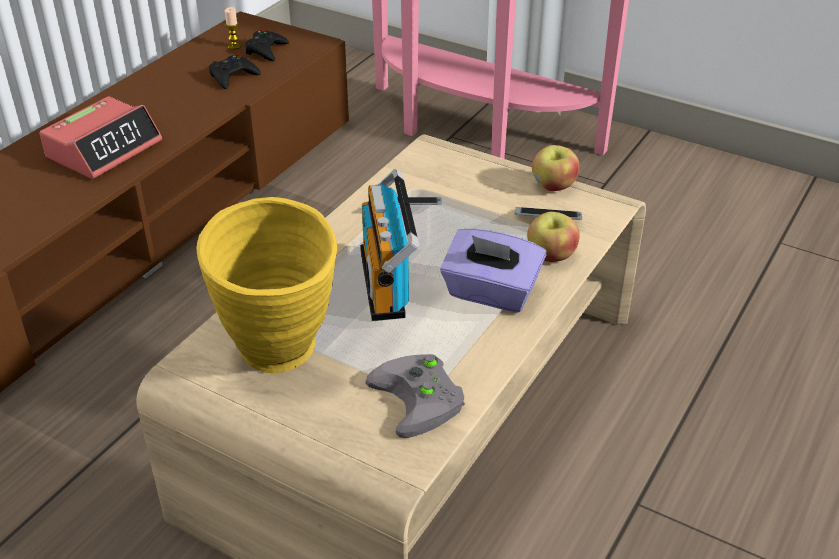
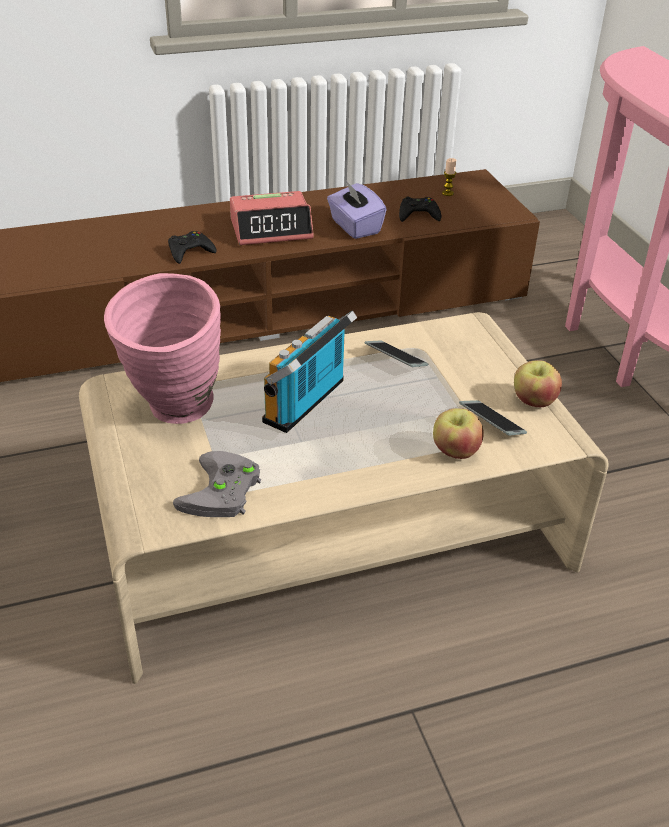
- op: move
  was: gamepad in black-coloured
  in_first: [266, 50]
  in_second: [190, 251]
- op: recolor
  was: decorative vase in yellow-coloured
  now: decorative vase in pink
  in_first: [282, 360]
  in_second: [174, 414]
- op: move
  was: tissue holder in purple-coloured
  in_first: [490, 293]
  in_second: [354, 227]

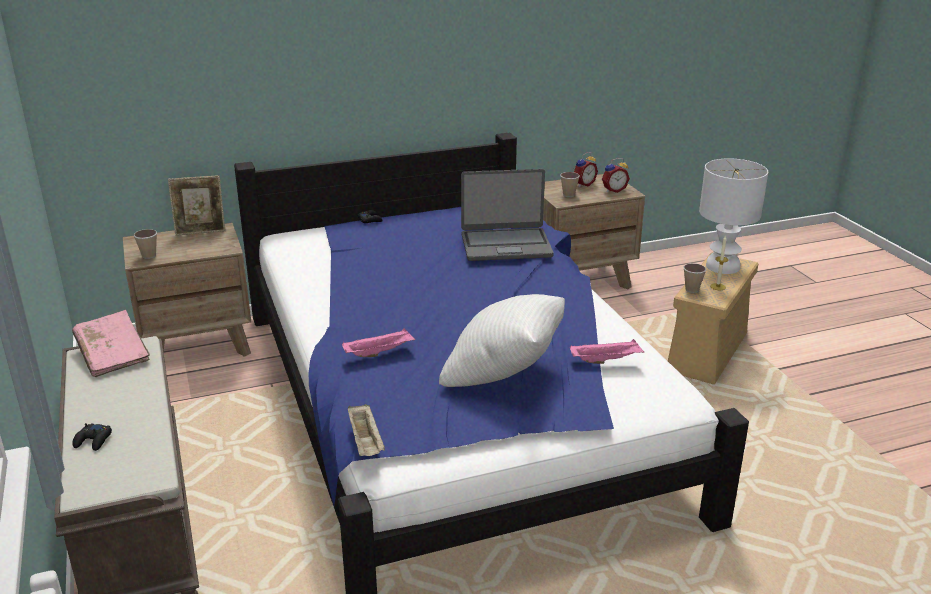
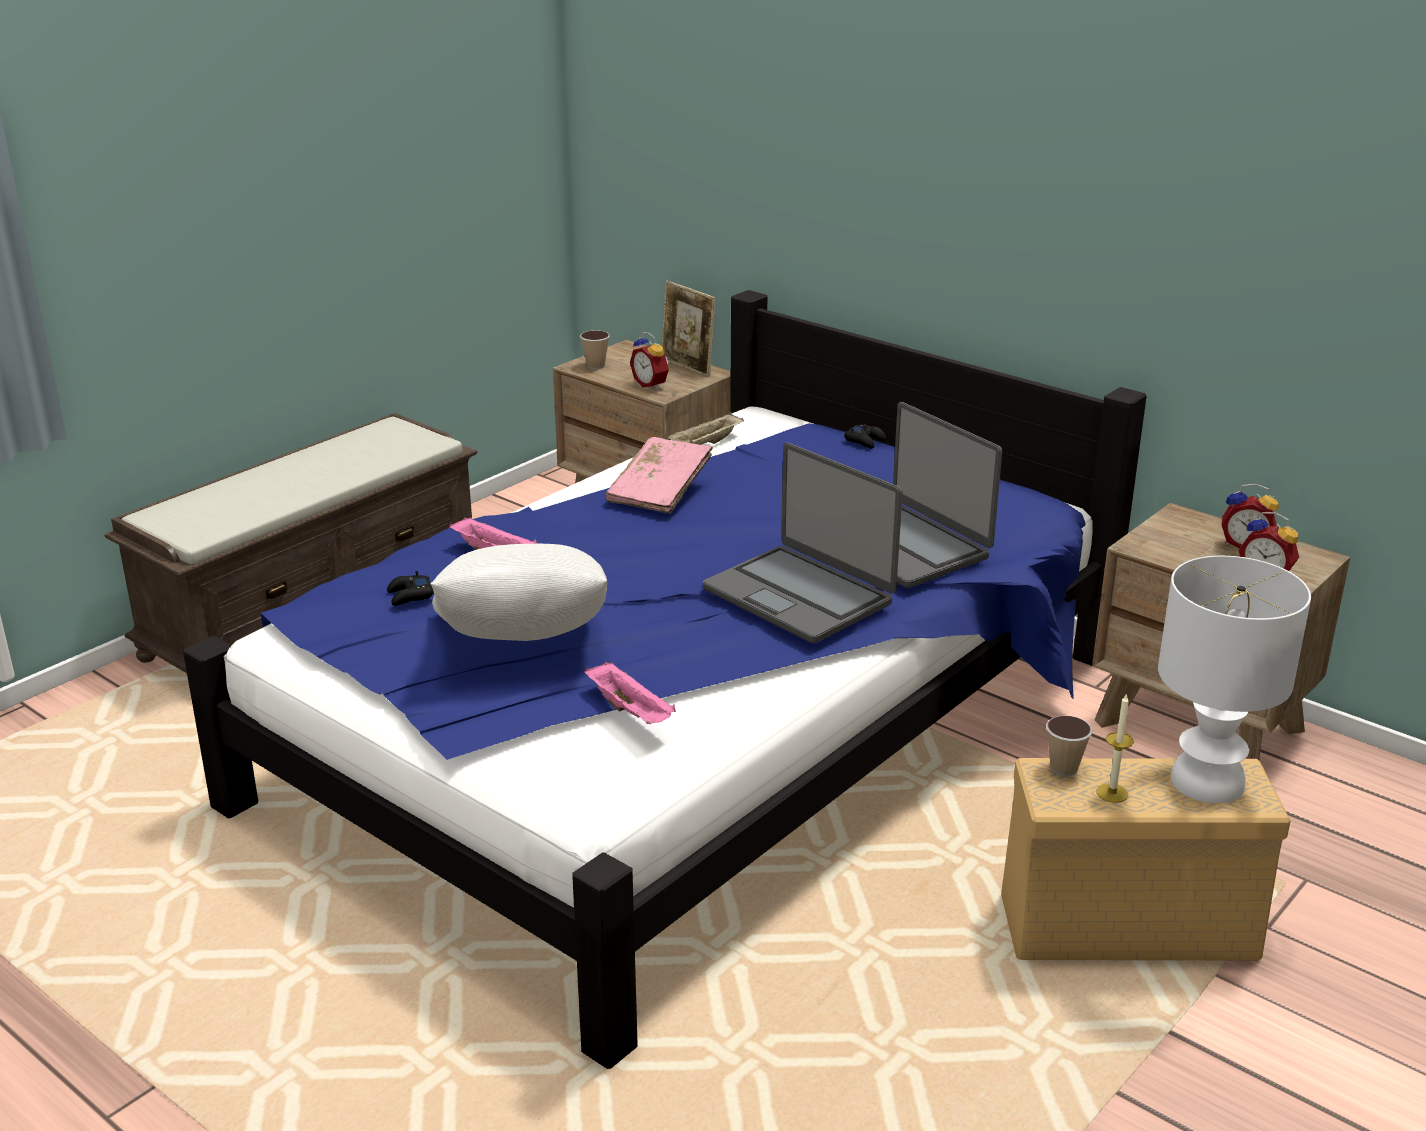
- op: delete
  was: small cup
  in_first: [568, 195]
- op: move
  was: book in pink
  in_first: [113, 355]
  in_second: [660, 491]
- op: move
  was: tray in beige-coloured
  in_first: [366, 442]
  in_second: [706, 444]
- op: move
  was: gamepad in black-coloured
  in_first: [93, 441]
  in_second: [410, 596]
- op: insert
  now: alarm clock
  in_second: [652, 384]
- op: insert
  now: notebook computer
  in_second: [799, 595]

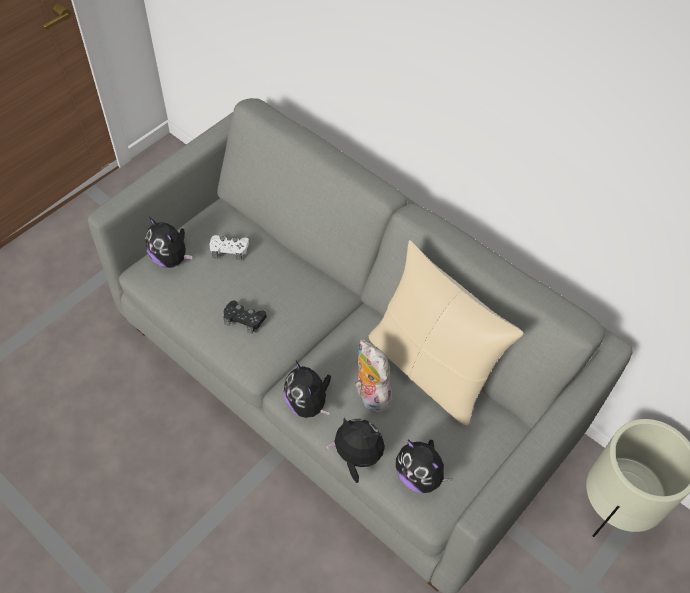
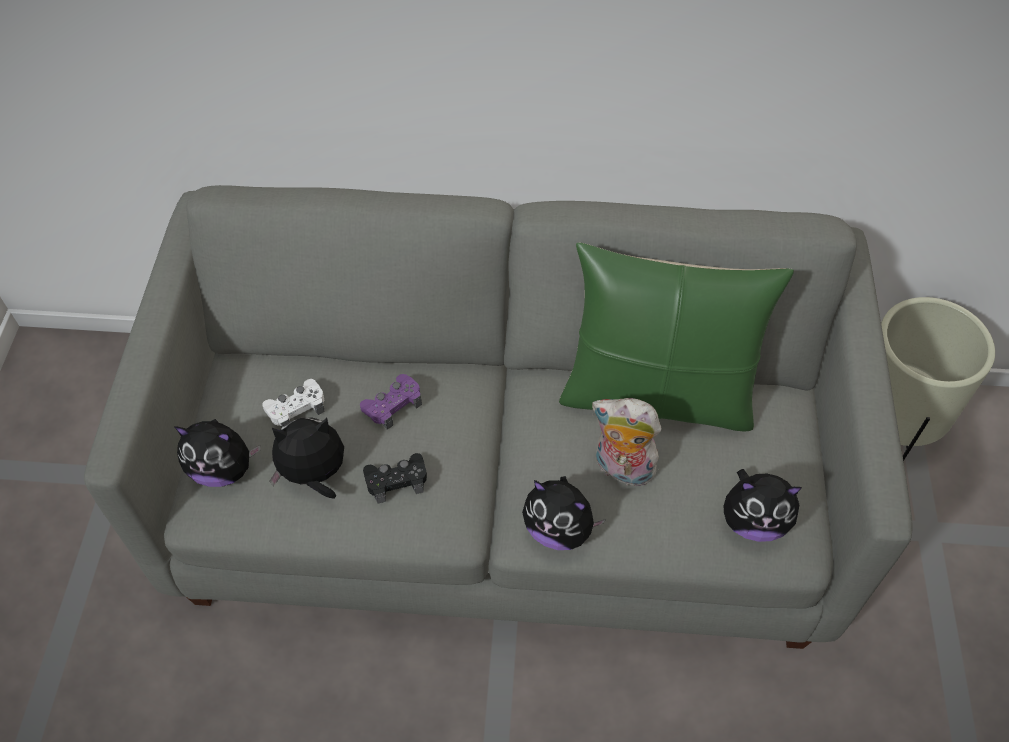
- op: recolor
  was: throw pillow in beige-coloured
  now: throw pillow in greenish
  in_first: [430, 368]
  in_second: [657, 394]
- op: move
  was: soft toy
  in_first: [356, 457]
  in_second: [314, 475]
- op: insert
  now: gamepad in purple-coloured
  in_second: [393, 405]

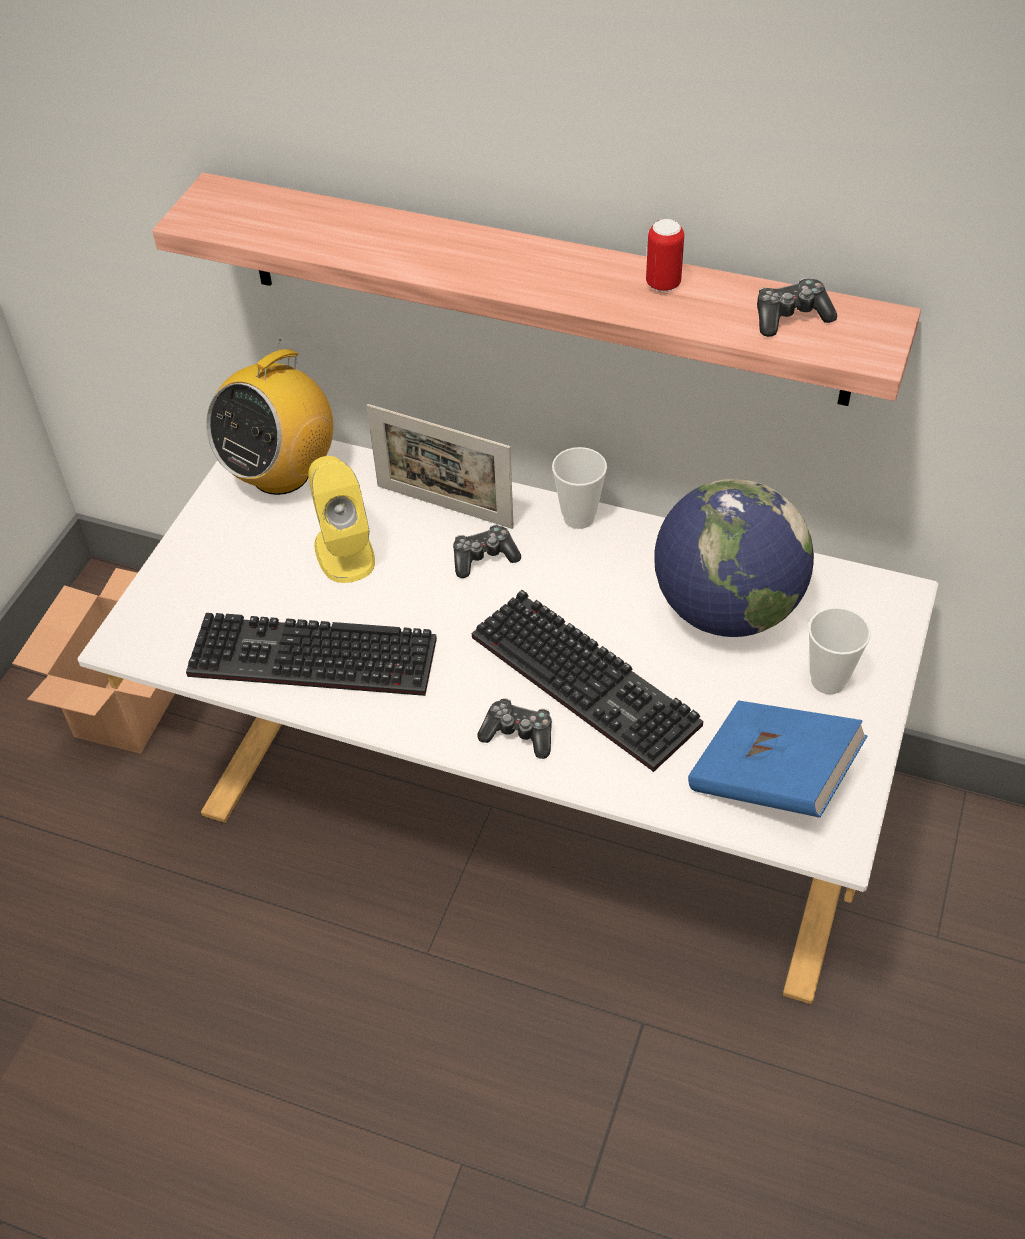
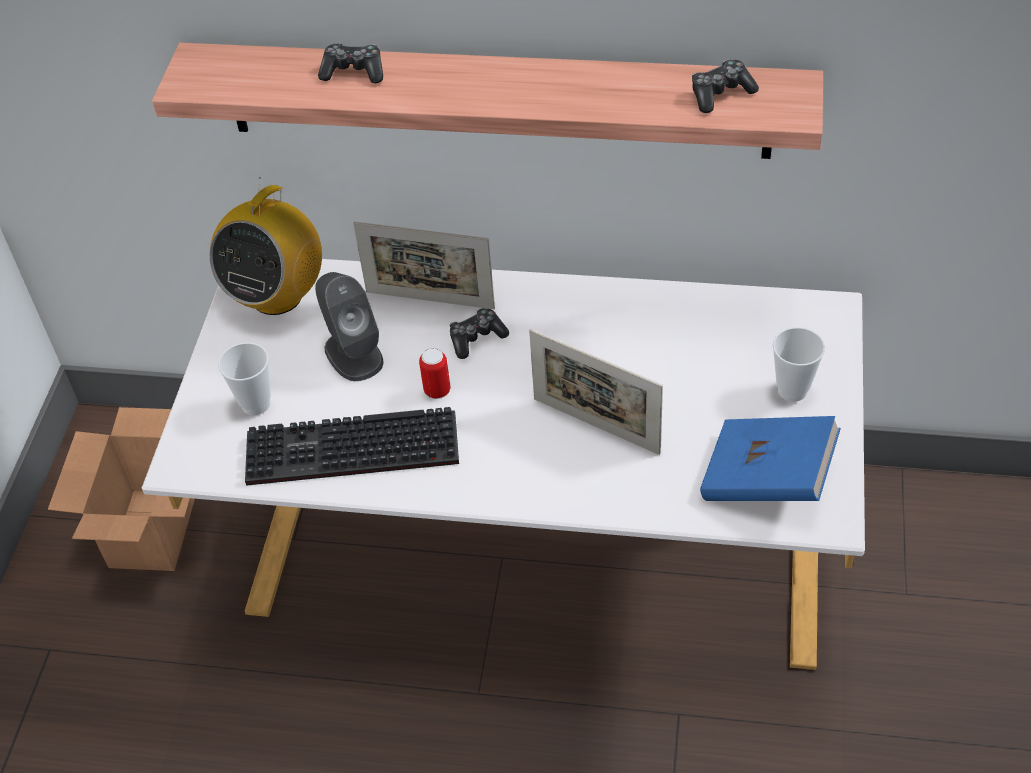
- op: move
  was: sealed can
  in_first: [663, 284]
  in_second: [437, 390]
- op: move
  was: small cup
  in_first: [579, 517]
  in_second: [256, 404]
- op: recolor
  was: audio speaker in yellow-coloured
  now: audio speaker in grey
  in_first: [344, 552]
  in_second: [353, 354]
- op: delete
  was: desk globe
  in_first: [726, 610]
- op: replace
  was: computer keyboard
  now: standing frame
  in_first: [590, 680]
  in_second: [596, 426]
- op: move
  was: gamepad
  in_first: [519, 734]
  in_second: [354, 71]

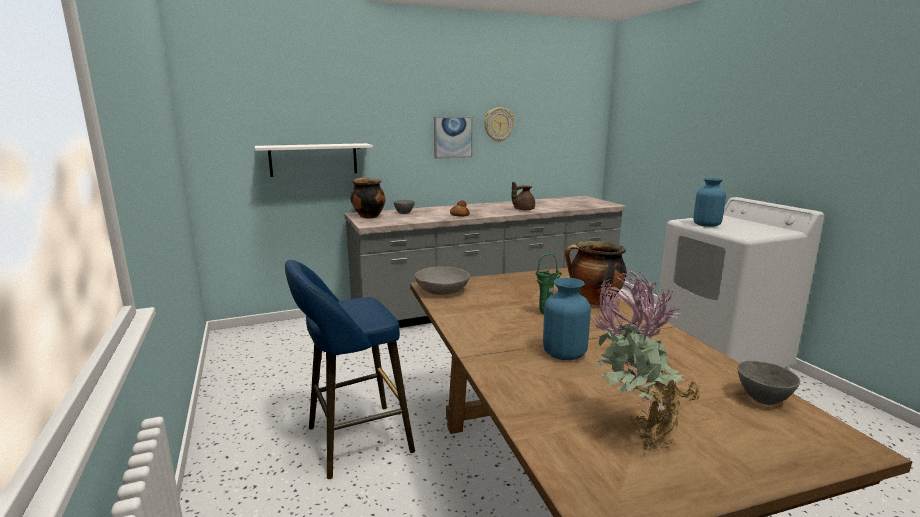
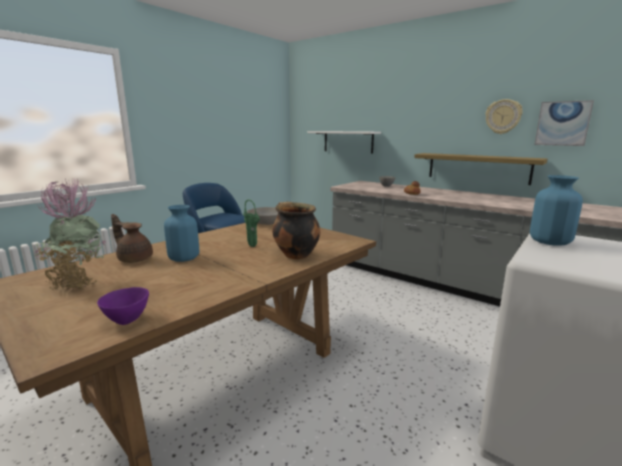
- op: move
  was: wall art
  in_first: [453, 137]
  in_second: [562, 123]
- op: delete
  was: cooking pot
  in_first: [368, 216]
- op: move
  was: teapot in brown-coloured
  in_first: [522, 209]
  in_second: [134, 259]
- op: recolor
  was: deep dish in grey
  now: deep dish in purple-coloured
  in_first: [762, 400]
  in_second: [127, 320]
- op: insert
  now: shelf
  in_second: [477, 168]

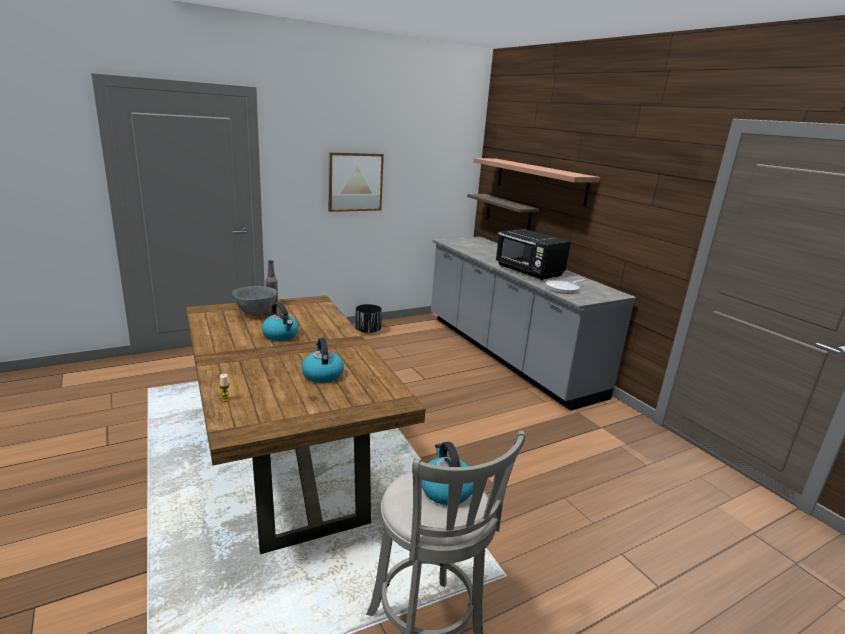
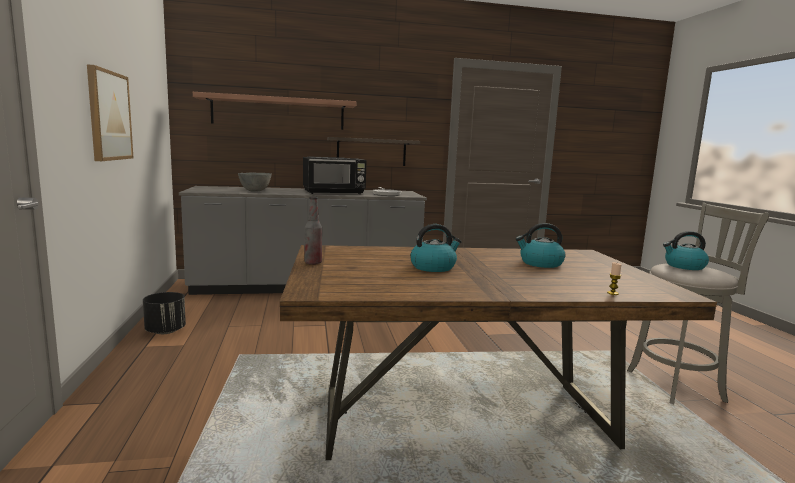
- op: move
  was: shelf
  in_first: [508, 213]
  in_second: [371, 152]
- op: move
  was: deep dish in grey
  in_first: [256, 314]
  in_second: [255, 191]

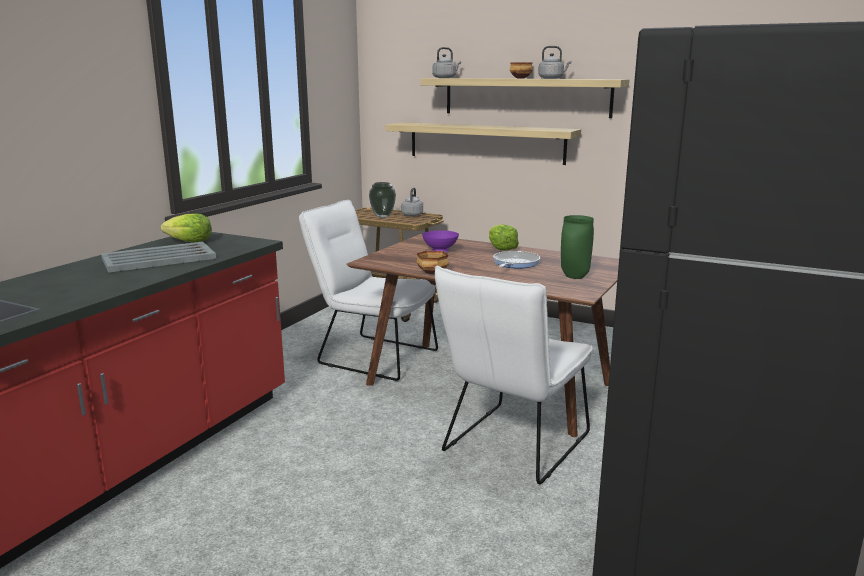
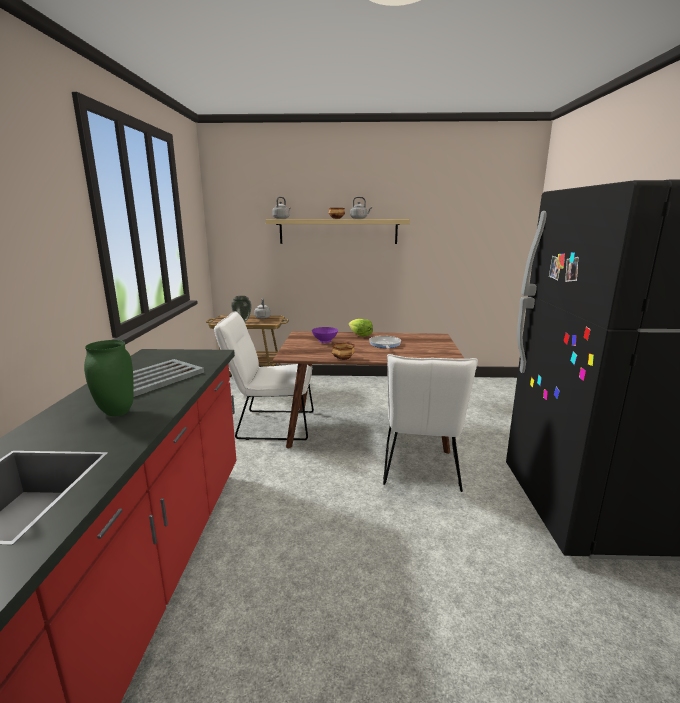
- op: delete
  was: shelf
  in_first: [485, 142]
- op: delete
  was: head of lettuce
  in_first: [190, 242]
- op: move
  was: decorative vase in greenish
  in_first: [574, 276]
  in_second: [116, 412]

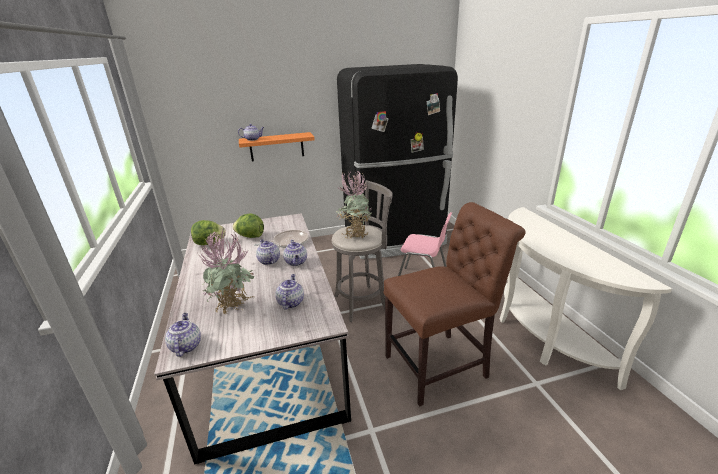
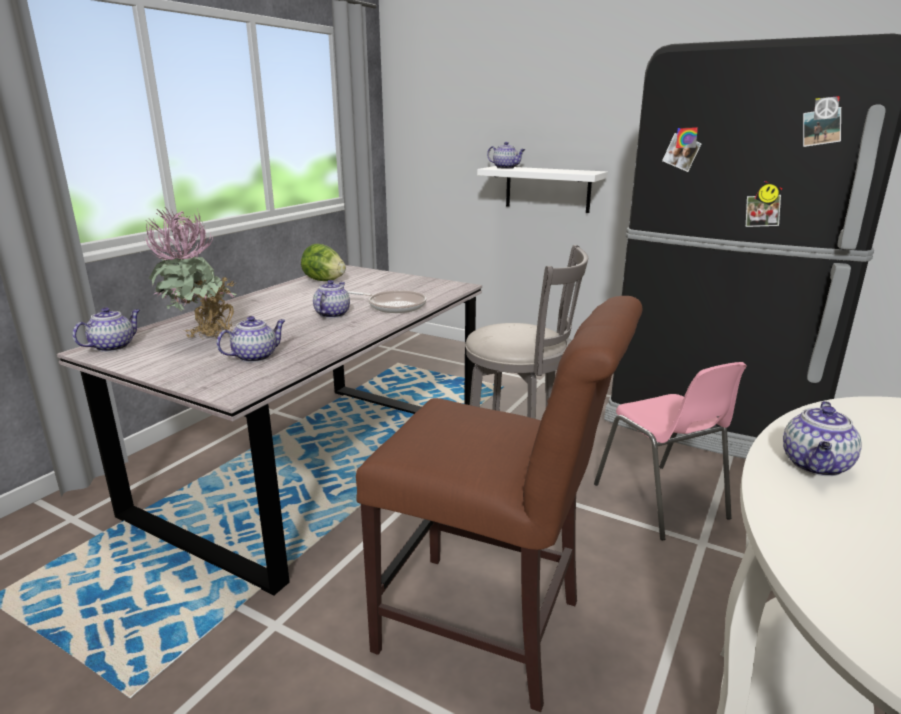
- op: recolor
  was: shelf in orangey
  now: shelf in white-coloured
  in_first: [276, 147]
  in_second: [547, 189]
- op: delete
  was: plant in a pot
  in_first: [355, 234]
- op: delete
  was: head of lettuce
  in_first: [250, 236]
- op: move
  was: teapot
  in_first: [296, 262]
  in_second: [816, 466]

